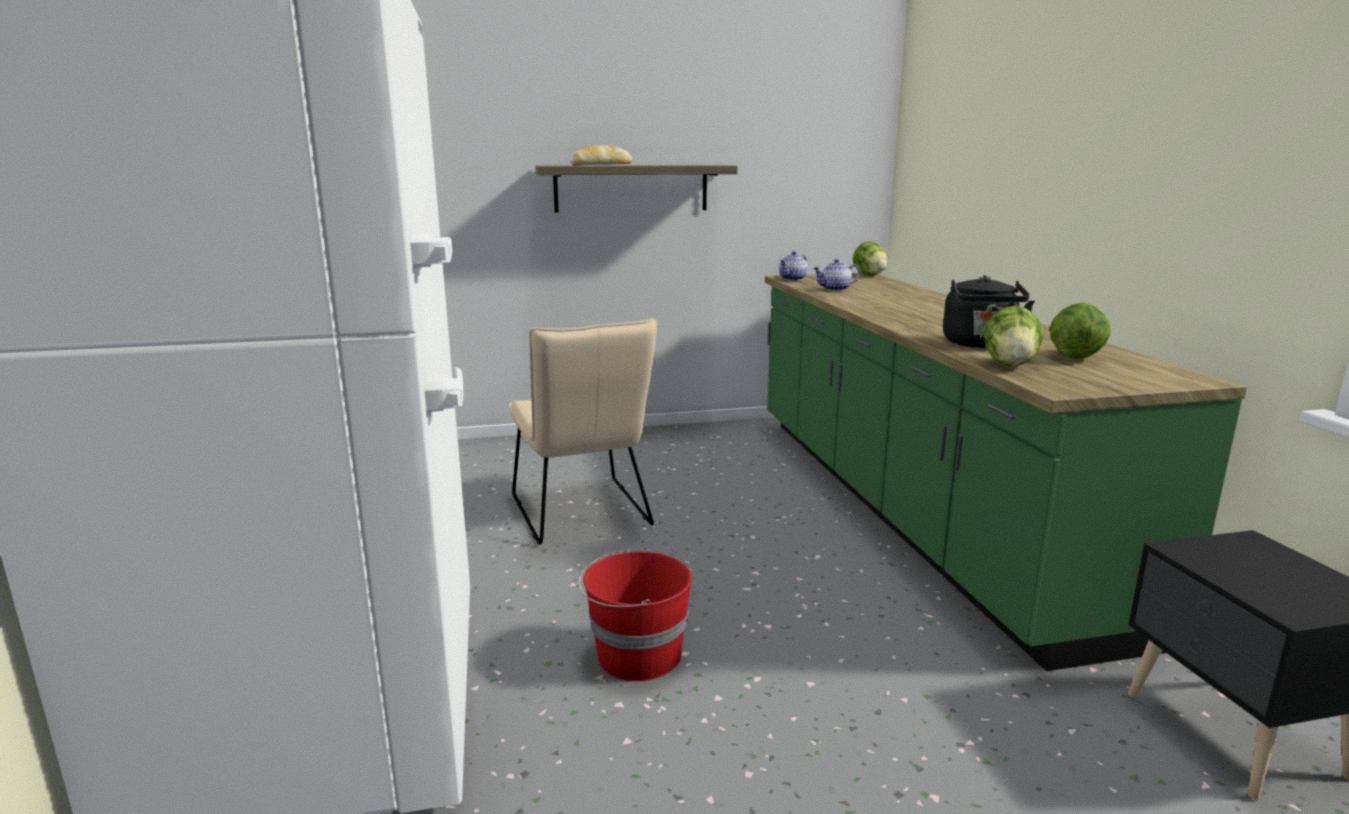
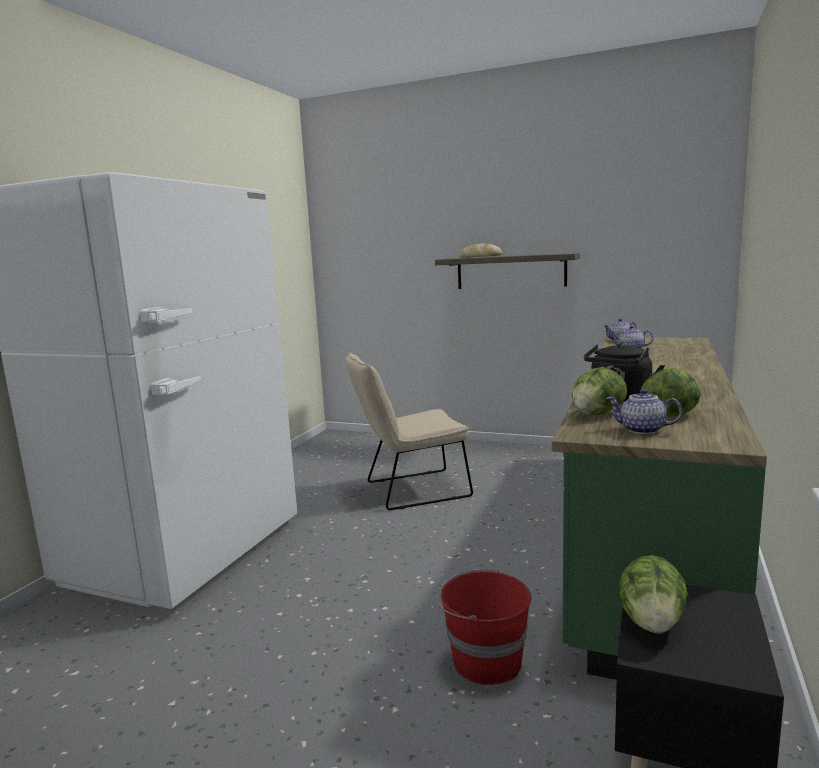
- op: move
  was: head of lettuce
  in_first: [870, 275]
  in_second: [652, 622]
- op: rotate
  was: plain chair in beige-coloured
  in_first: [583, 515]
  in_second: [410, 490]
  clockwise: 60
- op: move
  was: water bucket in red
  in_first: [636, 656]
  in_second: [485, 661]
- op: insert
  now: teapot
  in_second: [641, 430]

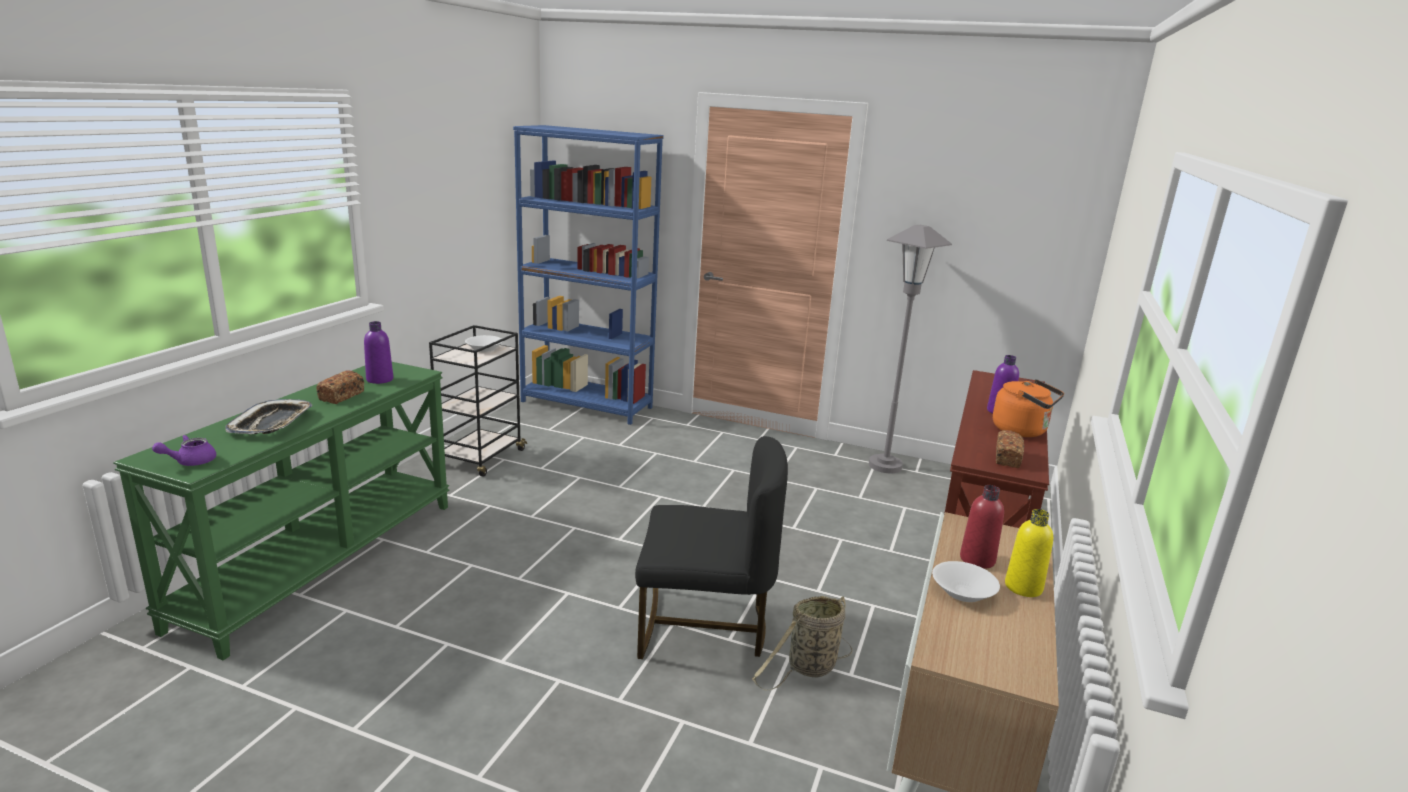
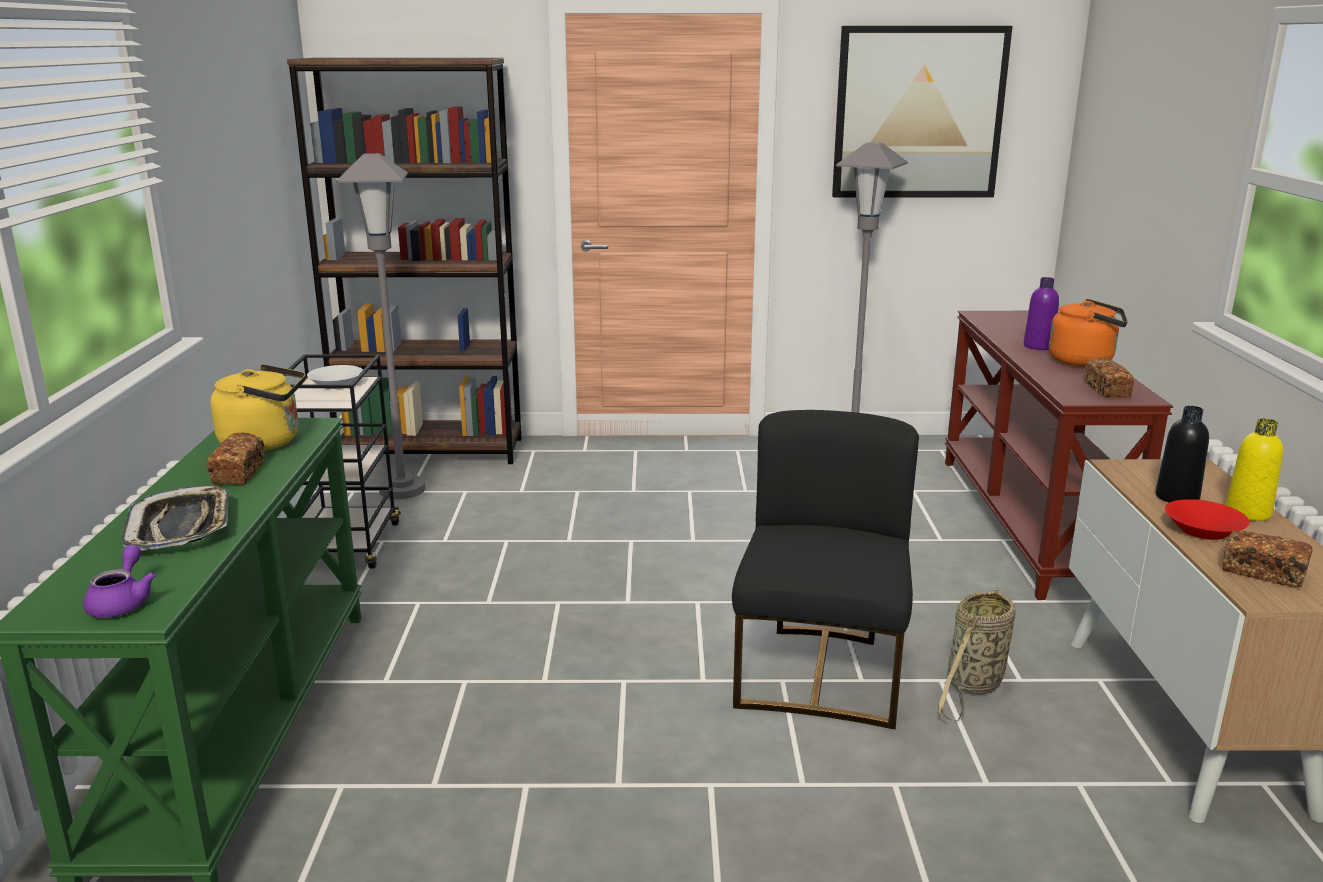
- op: recolor
  was: shelving unit in bluish
  now: shelving unit in brown-coloured
  in_first: [587, 404]
  in_second: [432, 451]
- op: replace
  was: beverage bottle in purple-coloured
  now: water kettle in yellow-coloured
  in_first: [380, 379]
  in_second: [266, 442]
- op: rotate
  was: teapot in purple-coloured
  in_first: [190, 461]
  in_second: [123, 602]
  clockwise: 150
- op: rotate
  was: plain chair in black-coloured
  in_first: [703, 626]
  in_second: [820, 674]
  clockwise: -60
- op: recolor
  was: beverage bottle in red
  now: beverage bottle in black-coloured
  in_first: [977, 559]
  in_second: [1177, 497]
- op: recolor
  was: deep dish in white-coloured
  now: deep dish in red
  in_first: [962, 592]
  in_second: [1203, 531]
- op: insert
  now: wall art
  in_second: [918, 113]
- op: insert
  now: standing lamp in grey
  in_second: [402, 490]
- op: insert
  now: bakery bread
  in_second: [1262, 573]

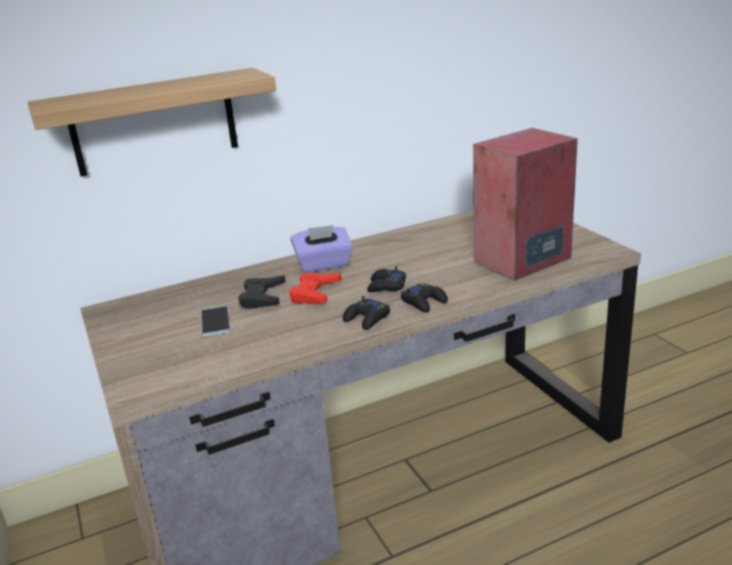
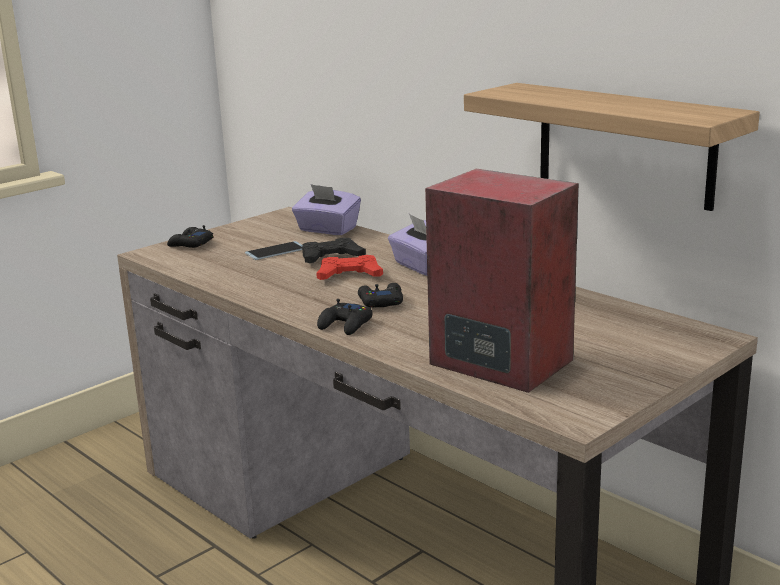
- op: move
  was: shelf
  in_first: [154, 122]
  in_second: [624, 144]
- op: move
  was: gamepad in black-coloured
  in_first: [367, 319]
  in_second: [190, 244]
- op: insert
  now: tissue holder in purple-coloured
  in_second: [327, 230]

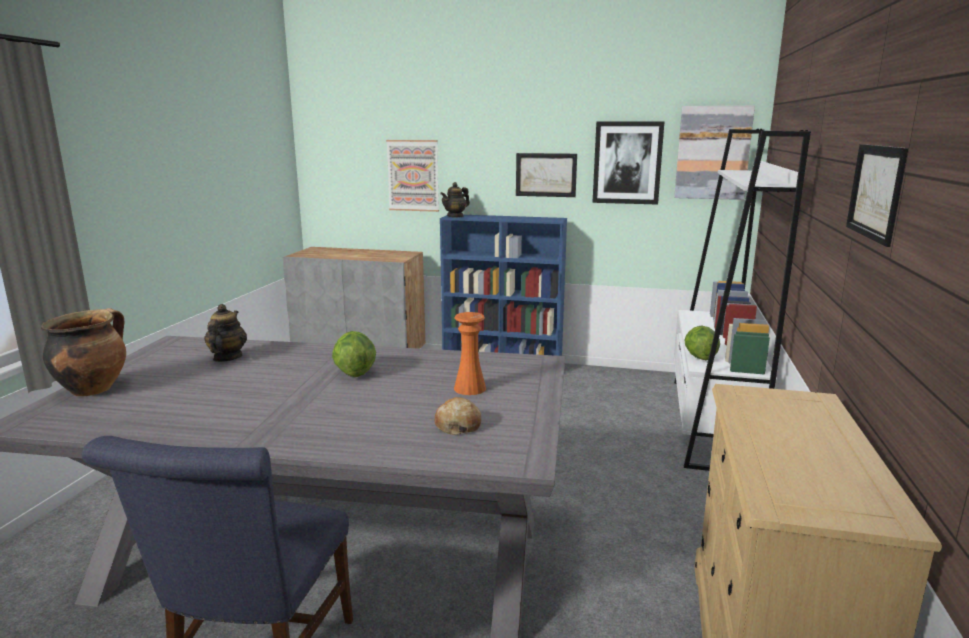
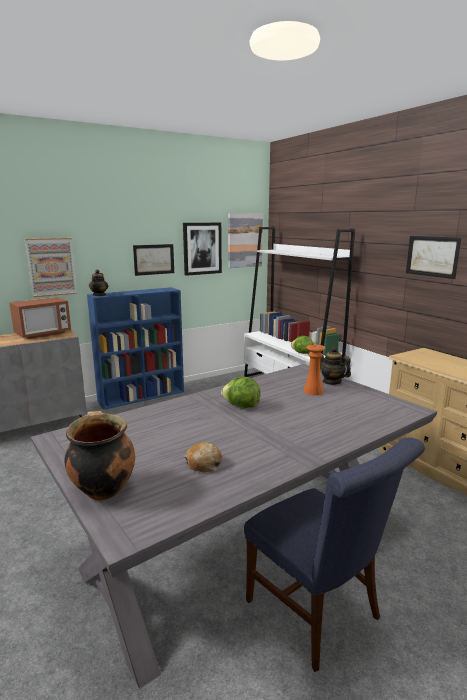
- op: move
  was: teapot
  in_first: [227, 357]
  in_second: [332, 381]
- op: move
  was: bakery bread
  in_first: [457, 425]
  in_second: [203, 464]
- op: insert
  now: microwave oven
  in_second: [43, 334]

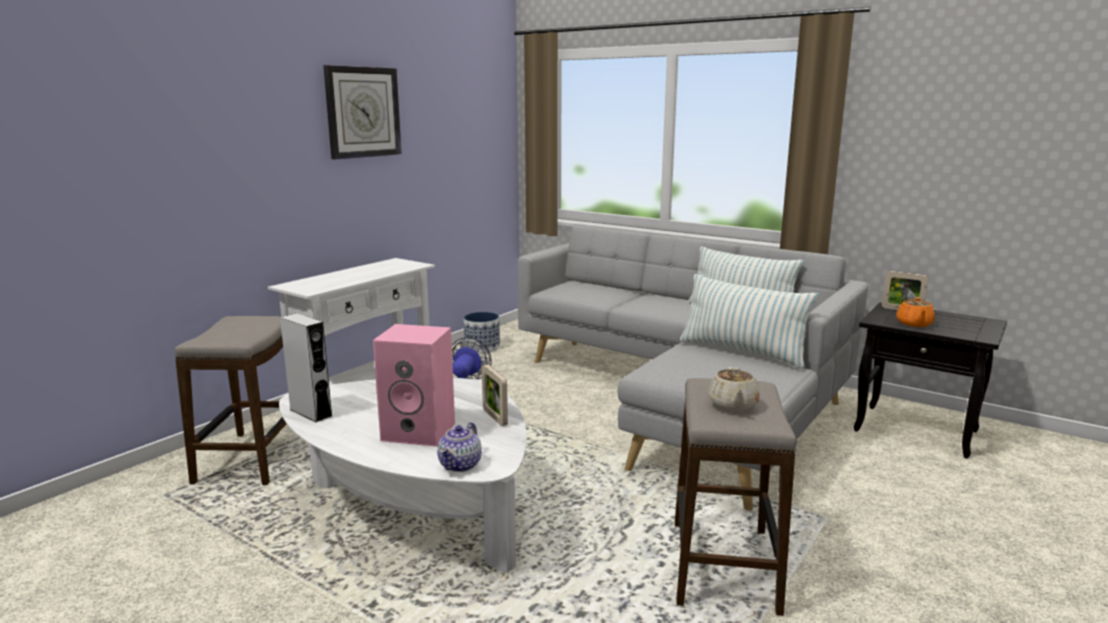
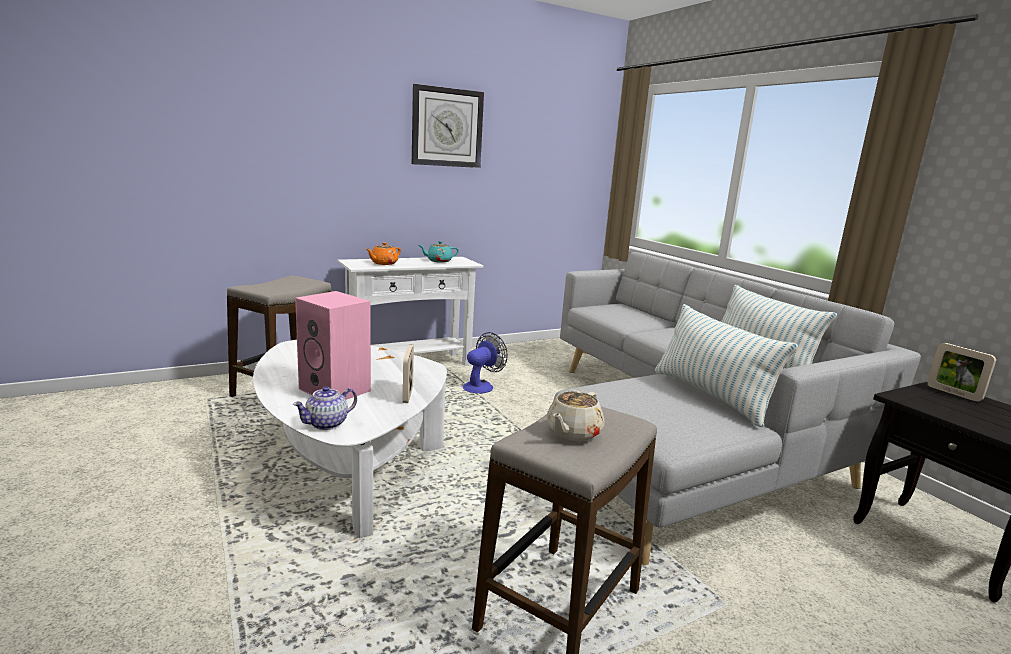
- op: move
  was: teapot in orangey
  in_first: [914, 324]
  in_second: [383, 263]
- op: delete
  was: flower pot
  in_first: [482, 347]
- op: delete
  was: audio speaker in grey
  in_first: [311, 412]
- op: insert
  now: teapot in blue-green
  in_second: [438, 261]

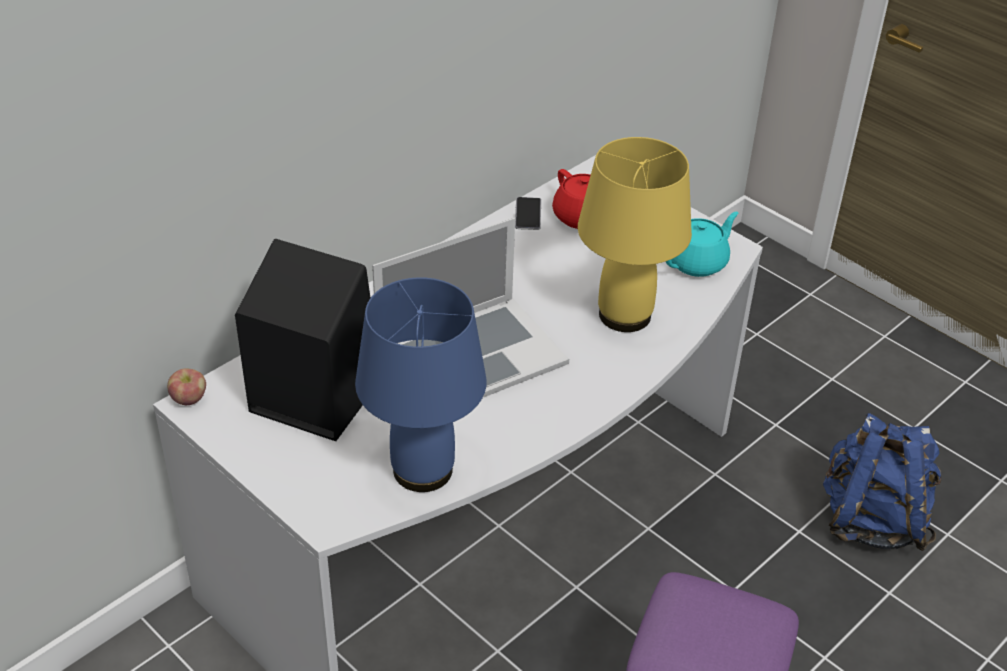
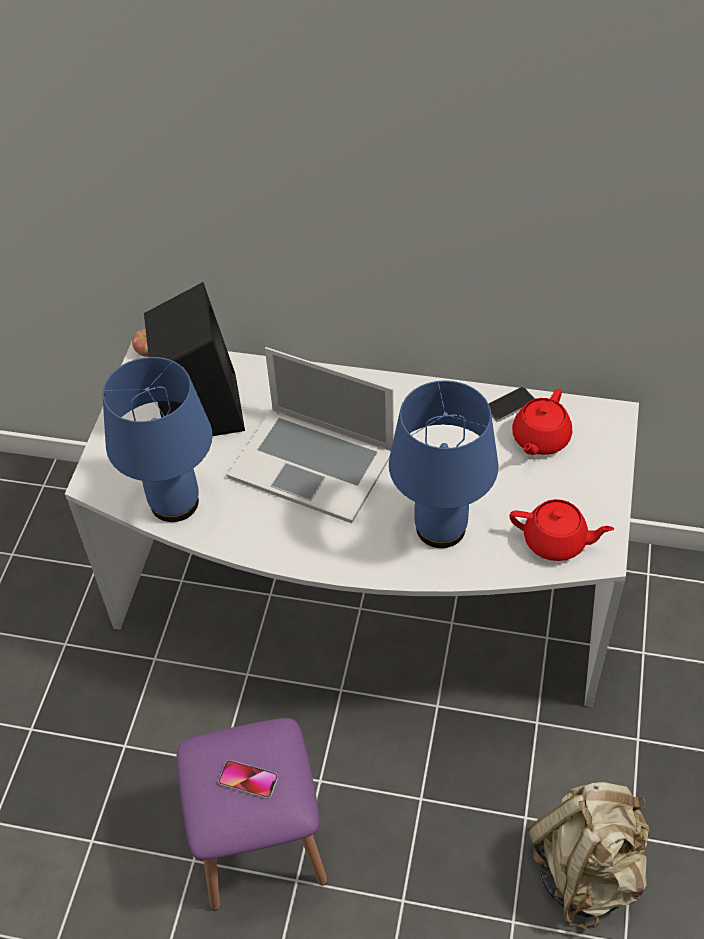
- op: recolor
  was: table lamp in yellow-coloured
  now: table lamp in bluish
  in_first: [625, 314]
  in_second: [442, 528]
- op: recolor
  was: teapot in blue-green
  now: teapot in red
  in_first: [698, 262]
  in_second: [556, 541]
- op: recolor
  was: rucksack in bluish
  now: rucksack in beige-coloured
  in_first: [871, 520]
  in_second: [587, 869]
- op: insert
  now: handset
  in_second: [248, 780]

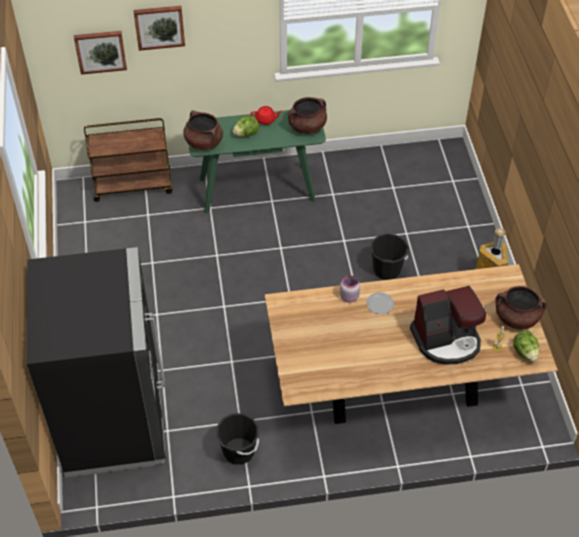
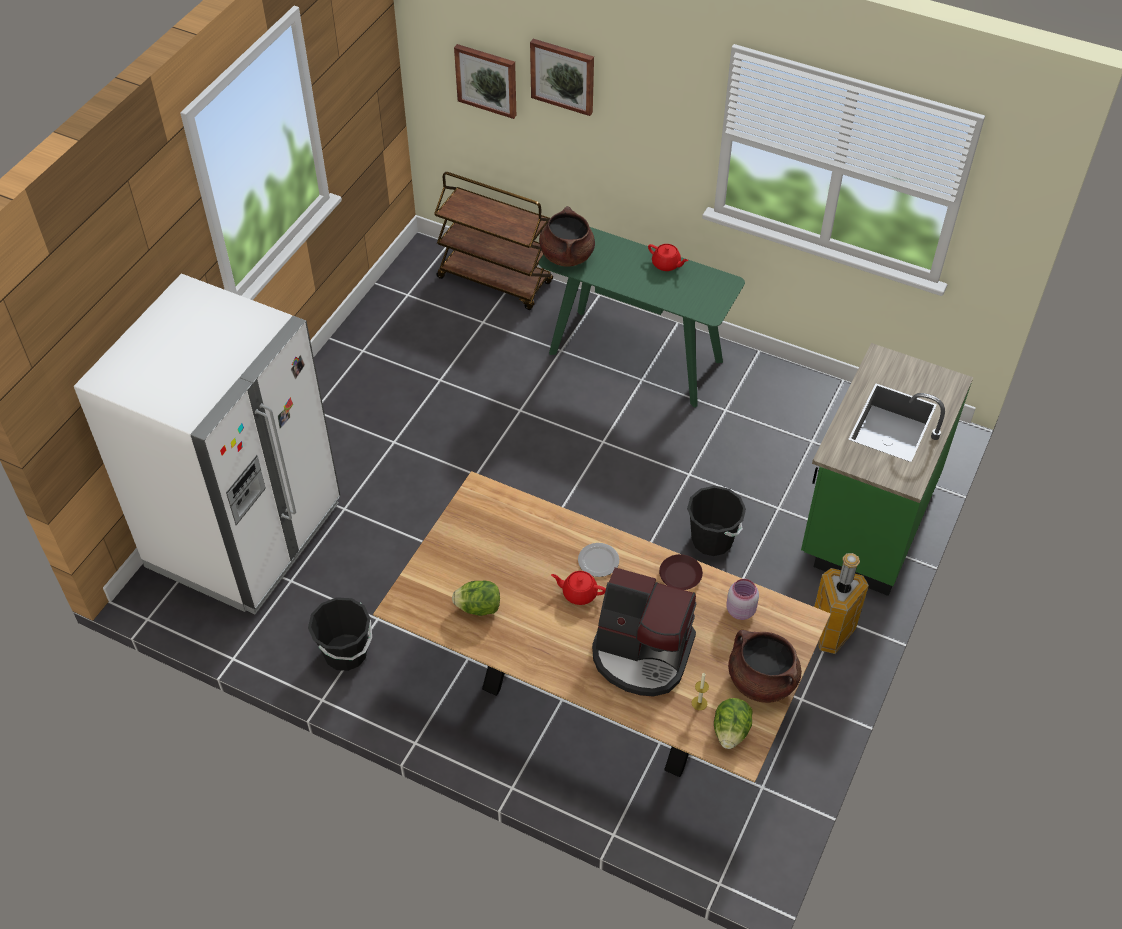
- op: delete
  was: cooking pot in brown-coloured
  in_first: [307, 127]
- op: move
  was: head of lettuce
  in_first: [246, 134]
  in_second: [478, 607]
- op: recolor
  was: fridge in black-coloured
  now: fridge in white-coloured
  in_first: [113, 421]
  in_second: [245, 535]
- op: move
  was: storage jar in pink
  in_first: [348, 296]
  in_second: [740, 609]
- op: insert
  now: kitchen counter in greenish
  in_second: [867, 518]
- op: insert
  now: plate in brown-coloured
  in_second: [680, 575]
- op: insert
  now: teapot in red
  in_second: [579, 593]

